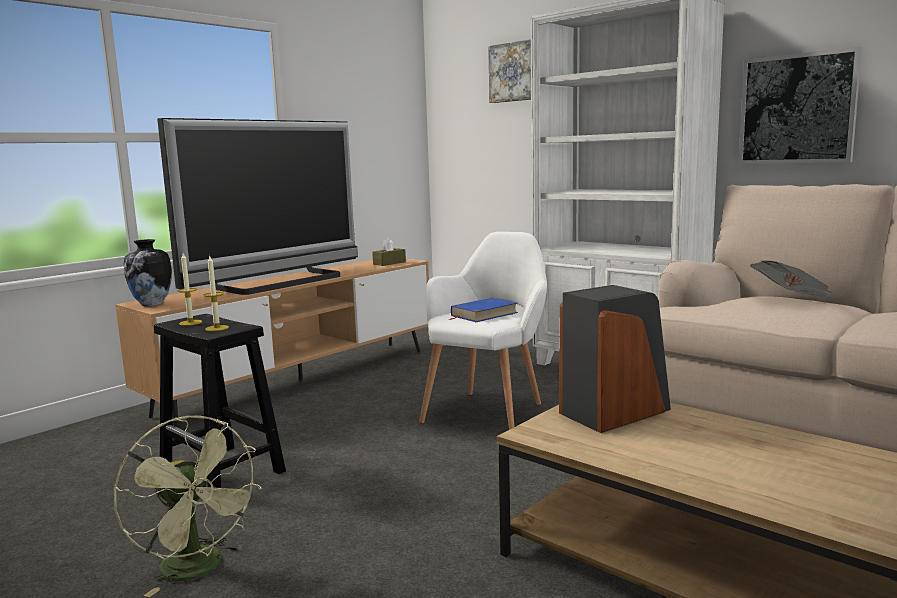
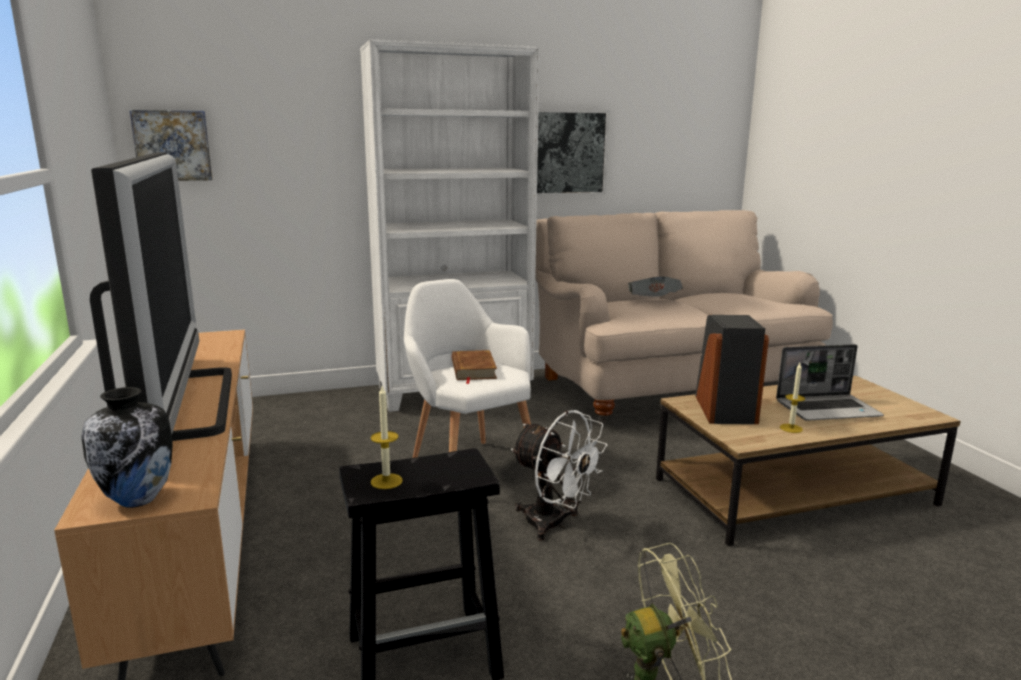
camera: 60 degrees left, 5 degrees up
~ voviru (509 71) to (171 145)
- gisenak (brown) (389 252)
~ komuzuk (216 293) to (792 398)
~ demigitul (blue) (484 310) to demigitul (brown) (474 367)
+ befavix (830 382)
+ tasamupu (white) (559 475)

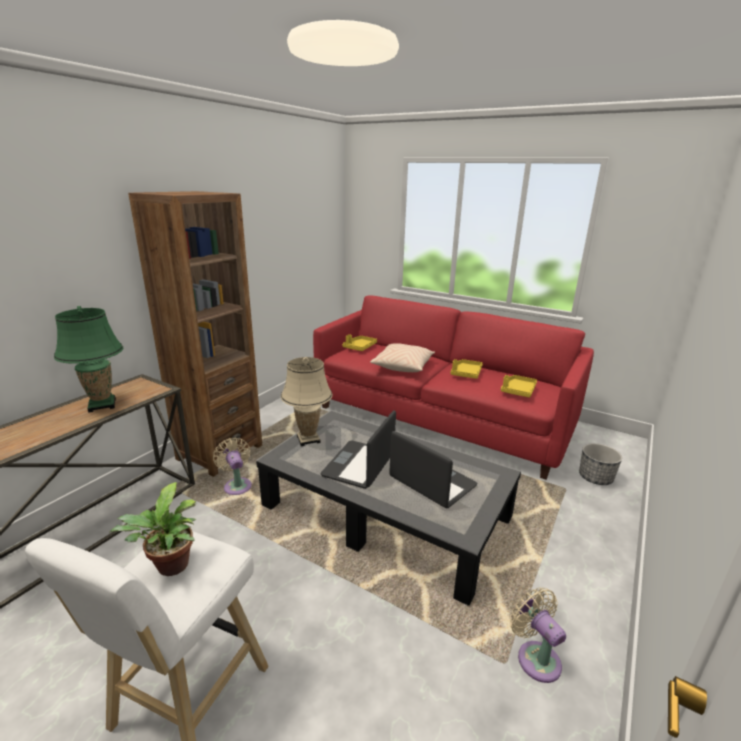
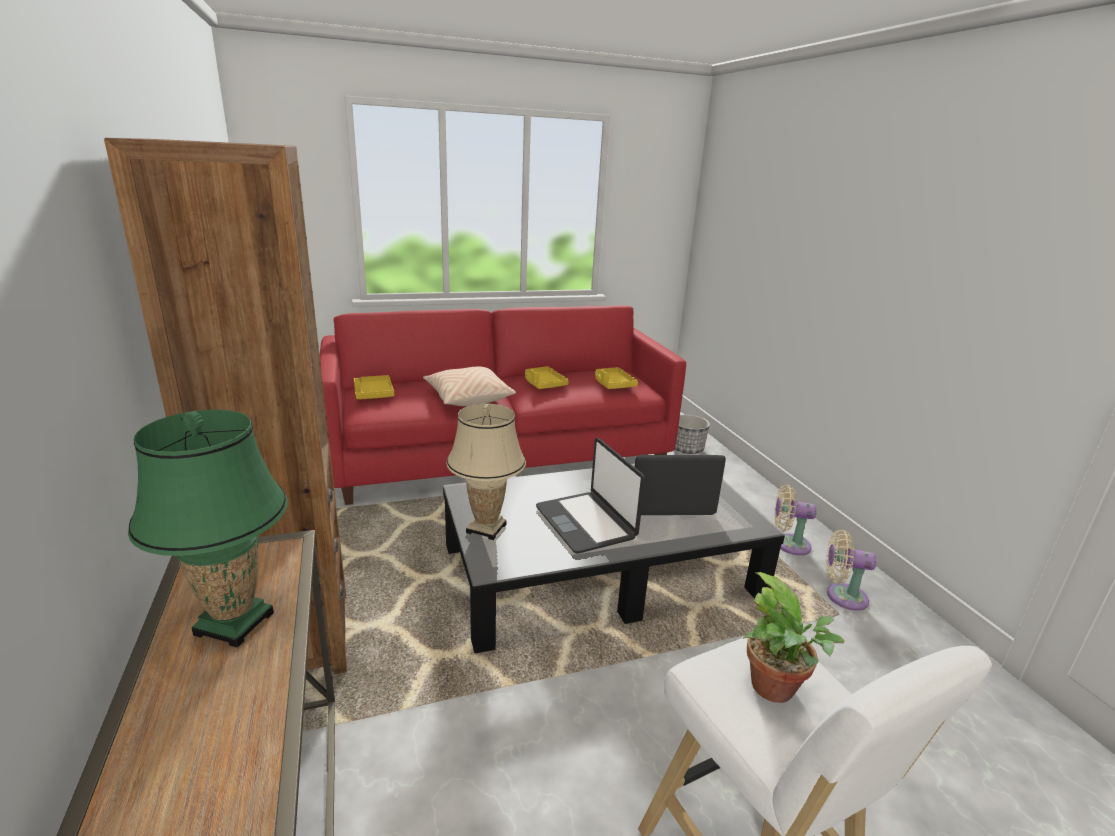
camera: 50 degrees left, 0 degrees up
~ tasamupu (beige) (232 466) to (795 520)

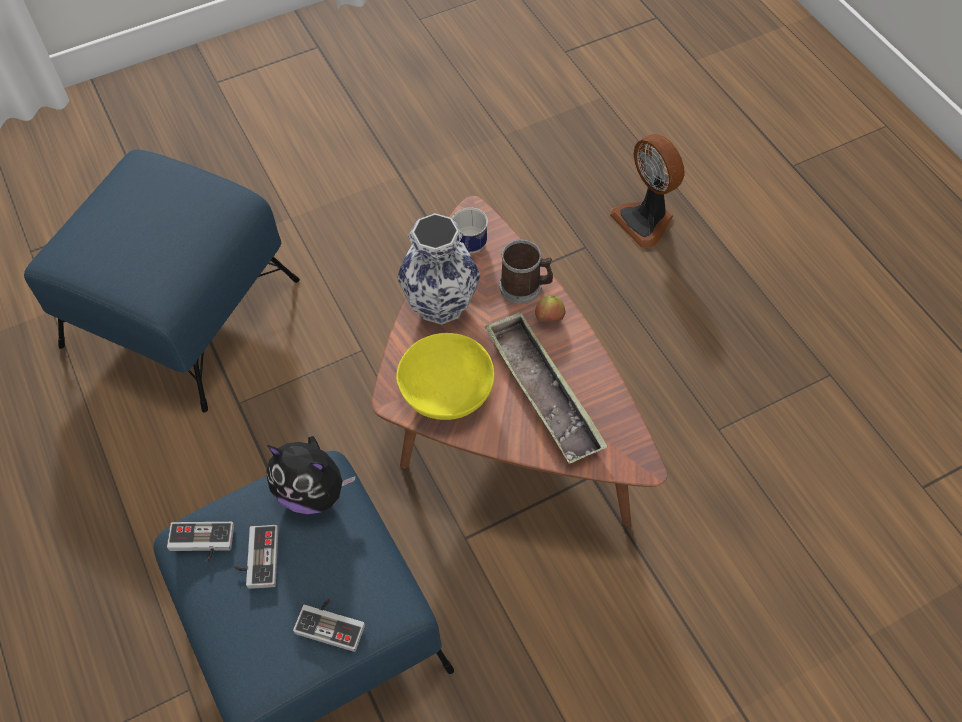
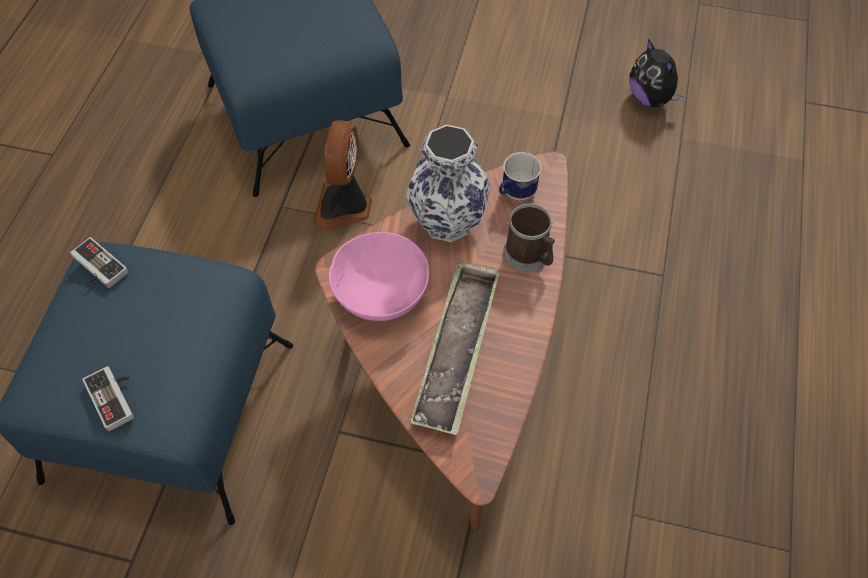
camera: 40 degrees right, 0 degrees up
~ tasamupu (647 191) to (343 175)
- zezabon (550 309)
~ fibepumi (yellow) (445 376) to fibepumi (pink) (378 276)
~ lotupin (310 475) to (656 72)
- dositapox (256 557)

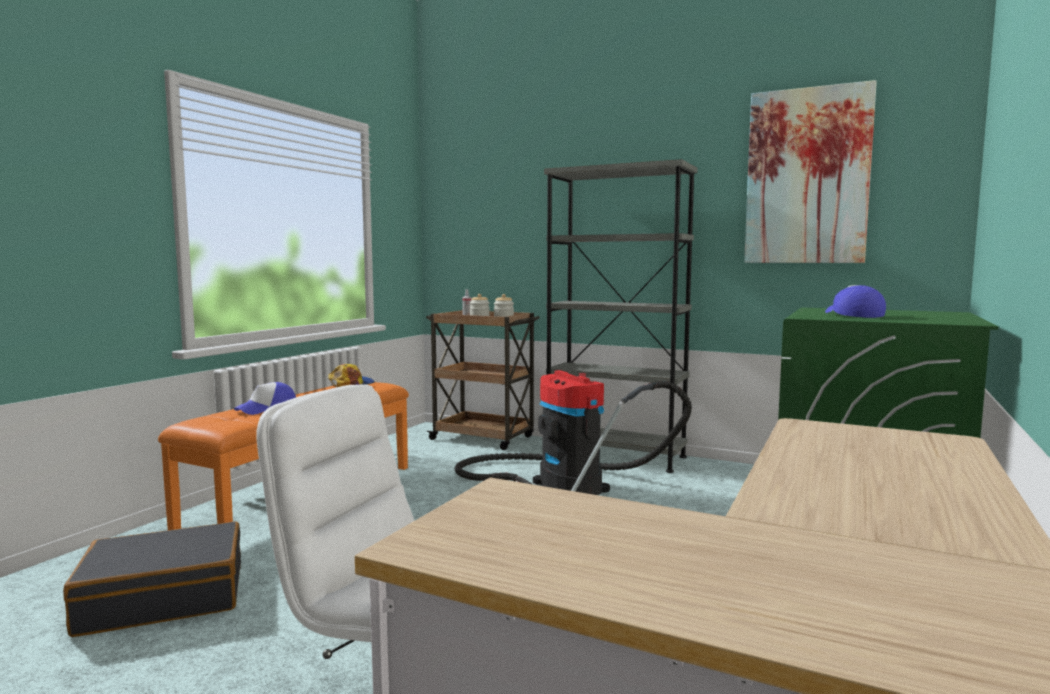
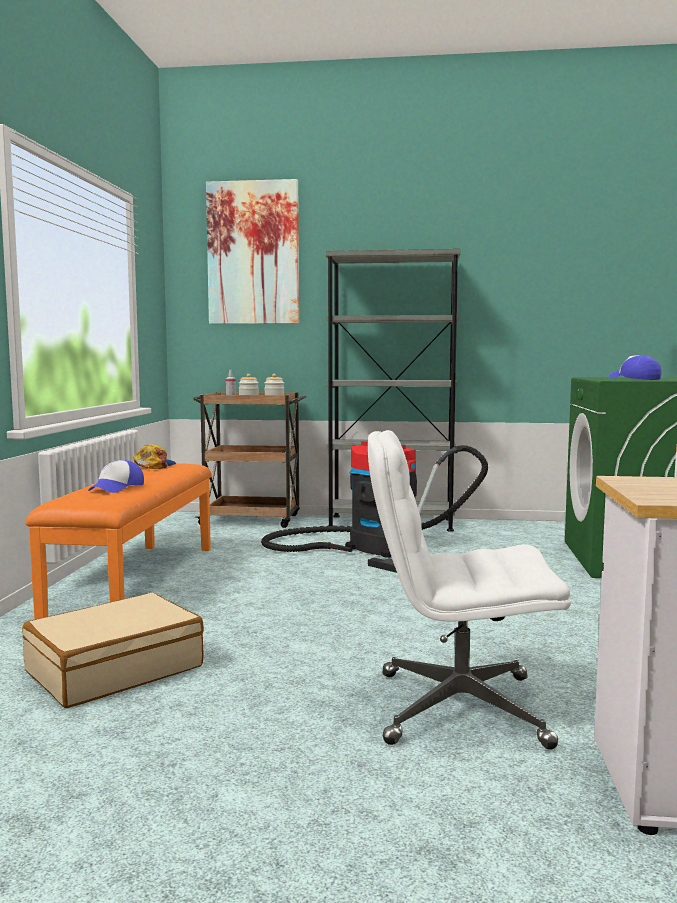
camera: 20 degrees left, 0 degrees up
~ voviru (810 171) to (252 251)
~ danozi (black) (152 579) to danozi (beige) (113 650)

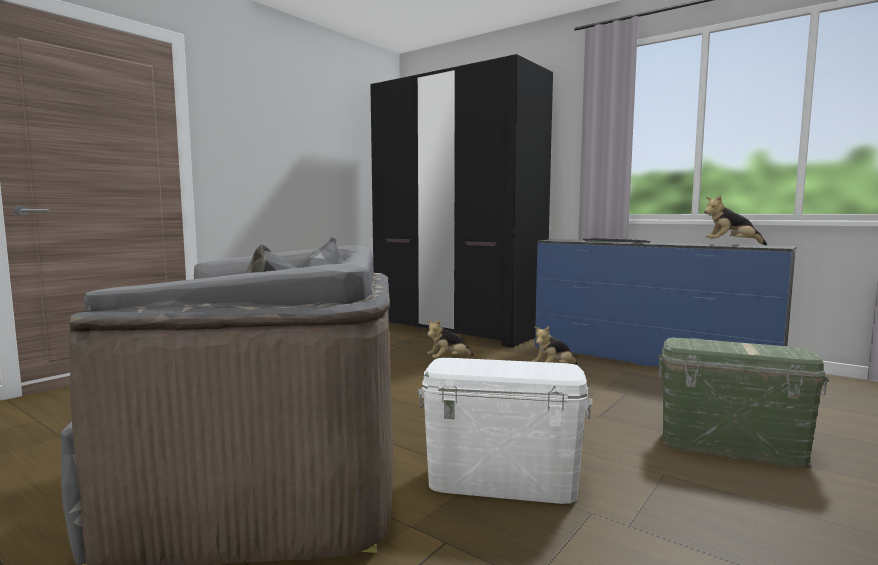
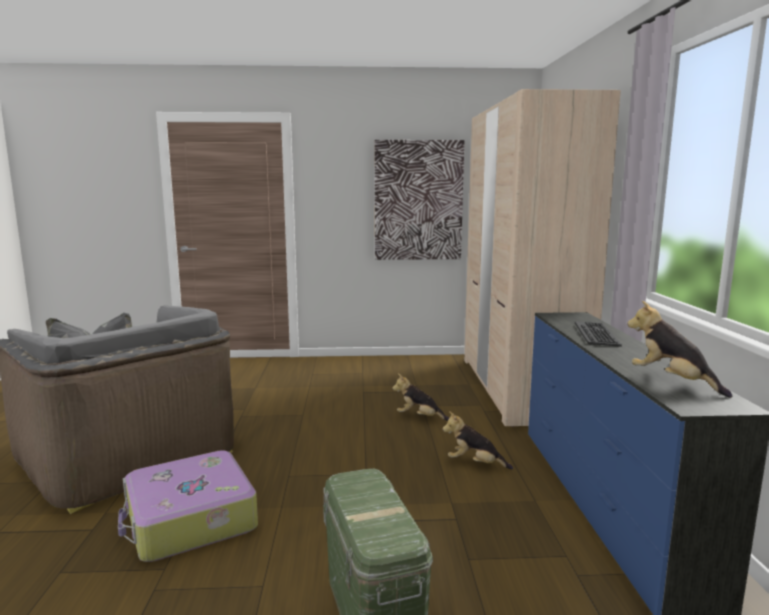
camera: 50 degrees right, 5 degrees up
~ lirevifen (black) (461 200) to lirevifen (beige) (542 258)
~ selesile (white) (505 431) to danozi (188 506)
+ voviru (419 200)

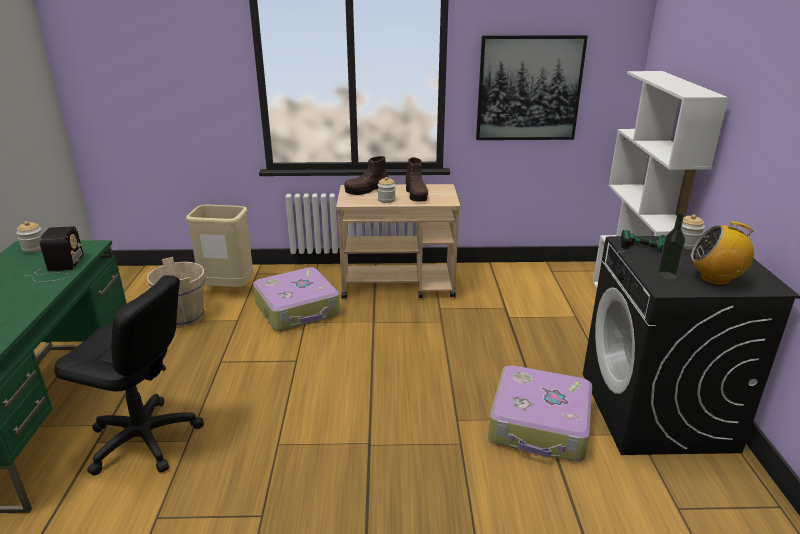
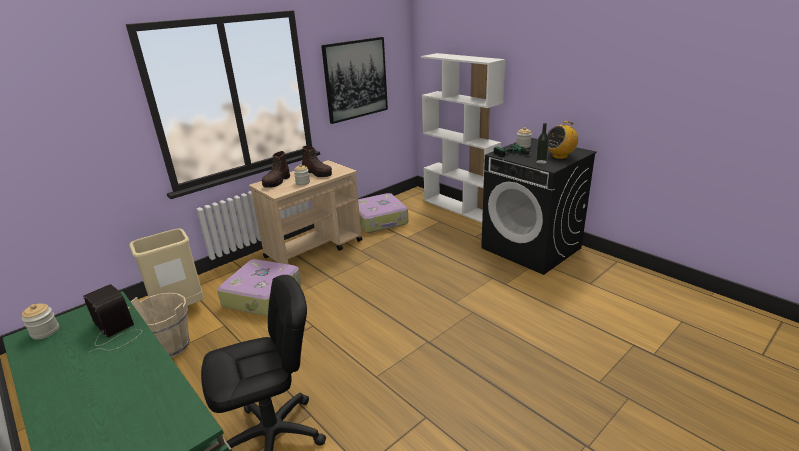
camera: 40 degrees left, 0 degrees up
~ danozi (540 413) to (383 213)

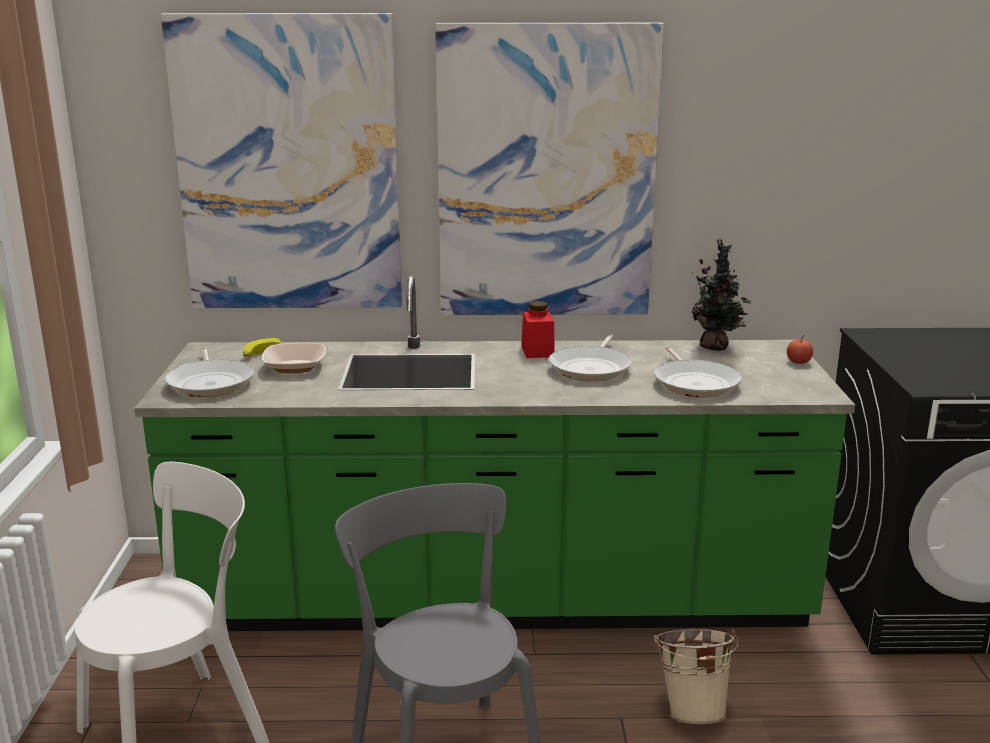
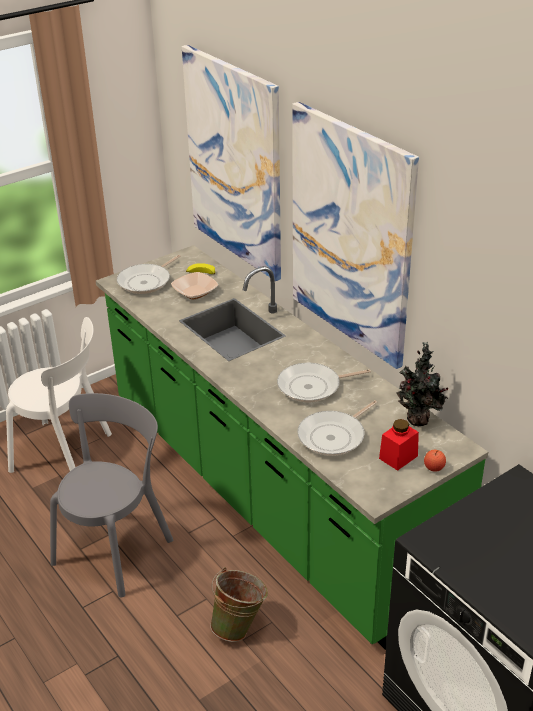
camera: 55 degrees right, 15 degrees up
~ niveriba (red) (538 329) to (399 445)
~ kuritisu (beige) (696 676) to kuritisu (green) (239 604)

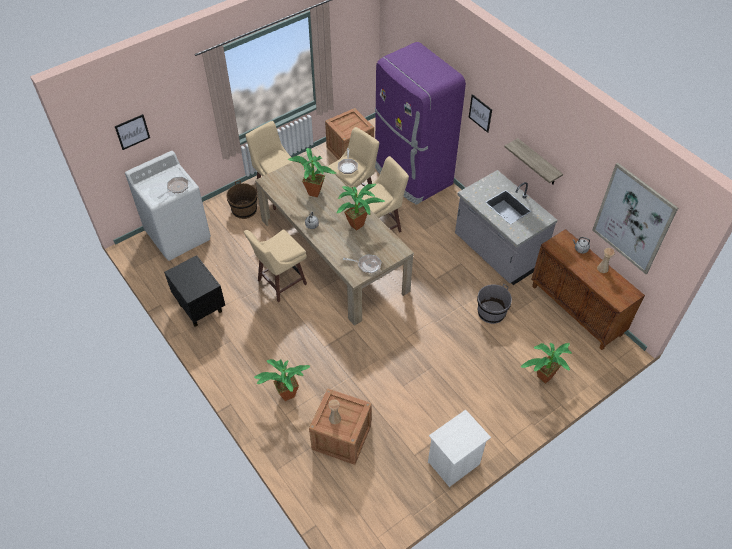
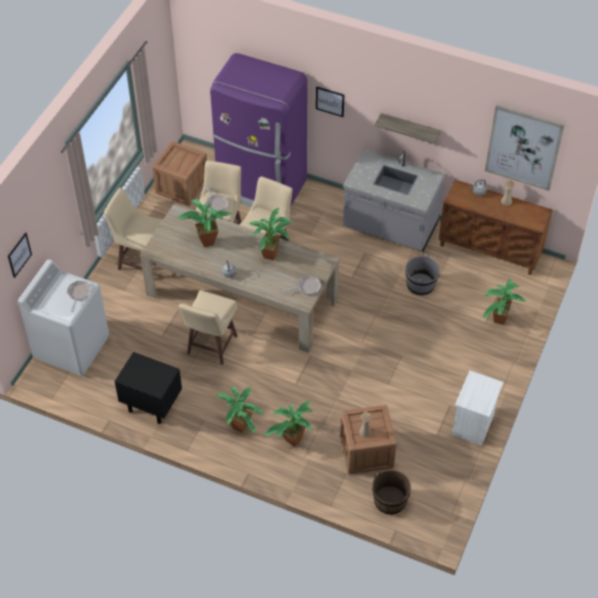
camera: 30 degrees left, 0 degrees up
~ kuritisu (brown) (241 199) to (391 492)
+ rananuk (240 410)

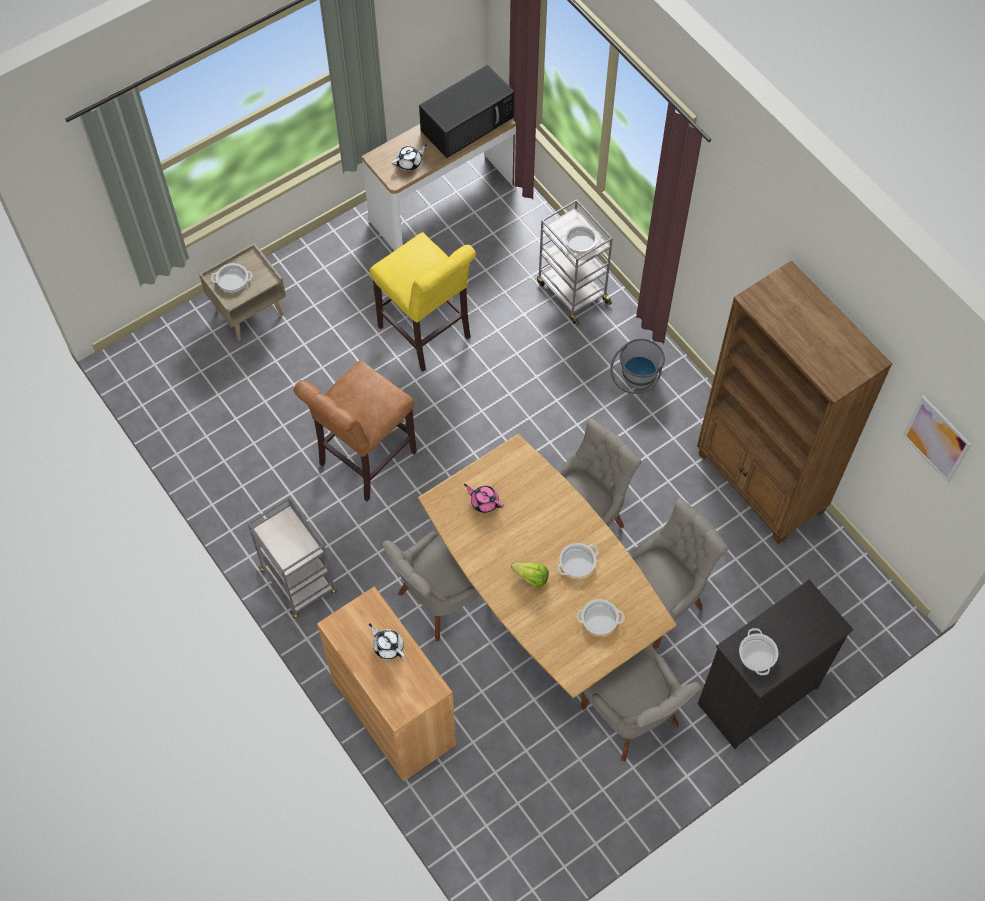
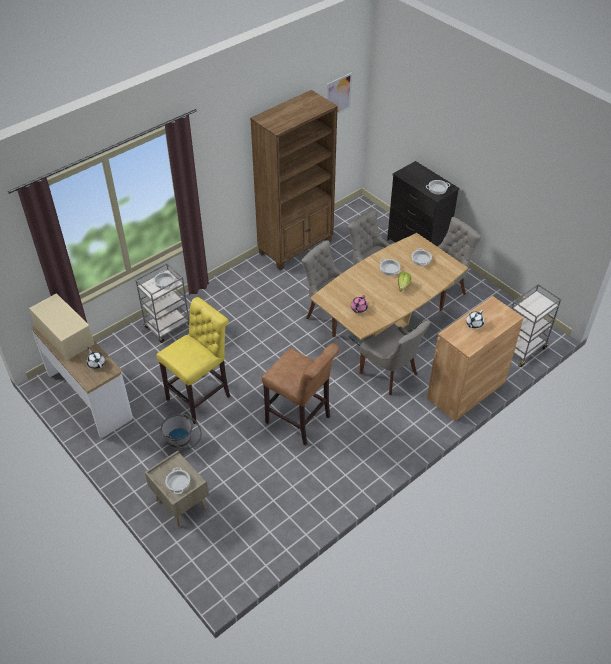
camera: 95 degrees left, 15 degrees down
~ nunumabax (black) (466 111) to nunumabax (beige) (61 326)
~ kuritisu (grey) (637 366) to (181 432)
~ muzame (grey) (292 558) to (536 325)

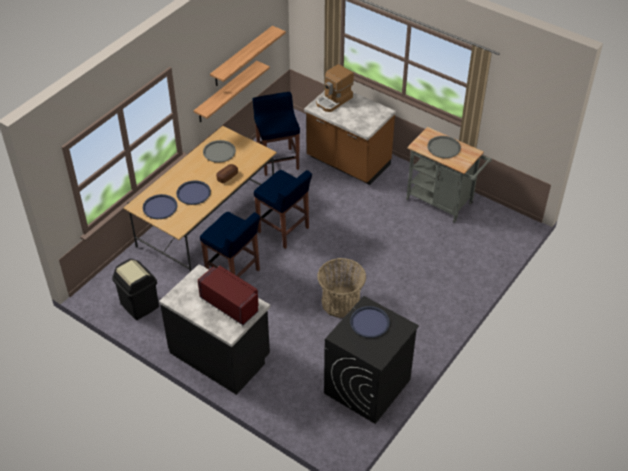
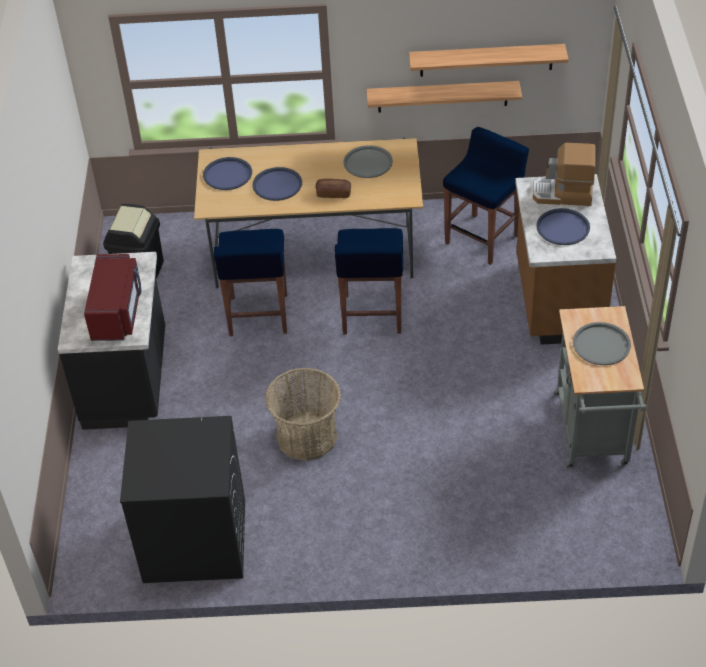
camera: 55 degrees right, 0 degrees up
~ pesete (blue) (370 322) to (563 226)

